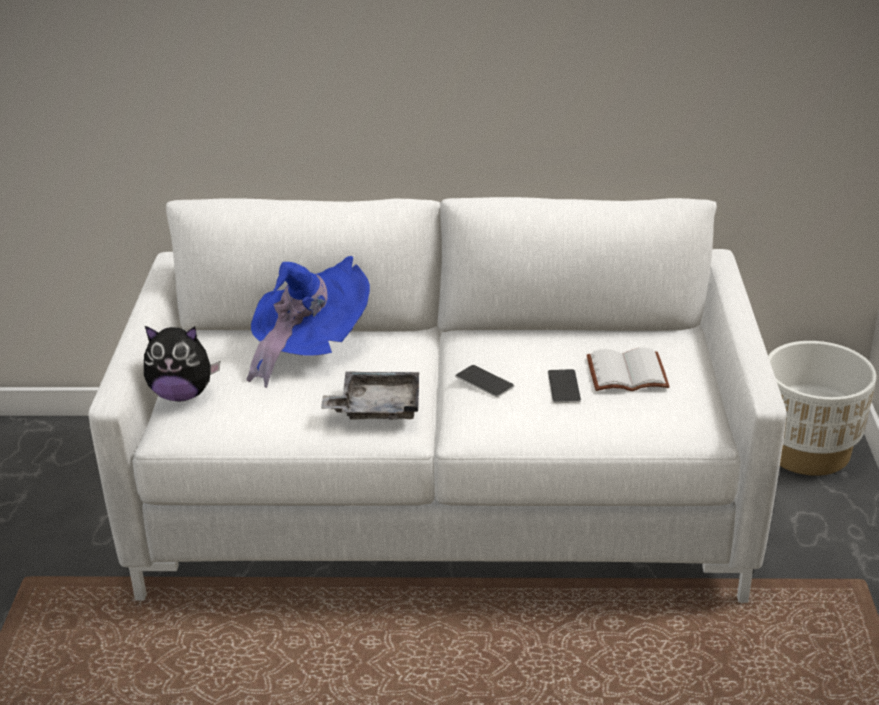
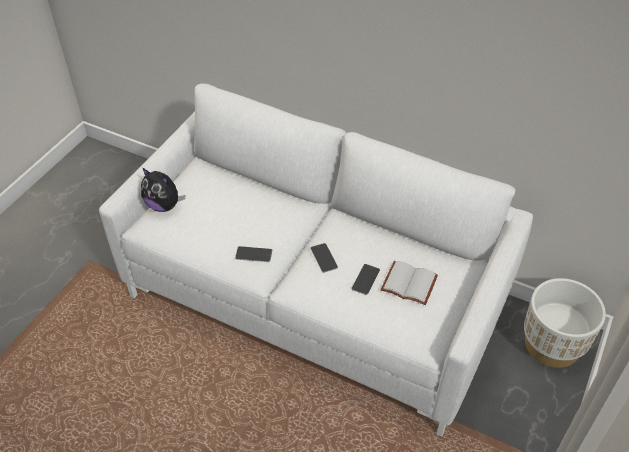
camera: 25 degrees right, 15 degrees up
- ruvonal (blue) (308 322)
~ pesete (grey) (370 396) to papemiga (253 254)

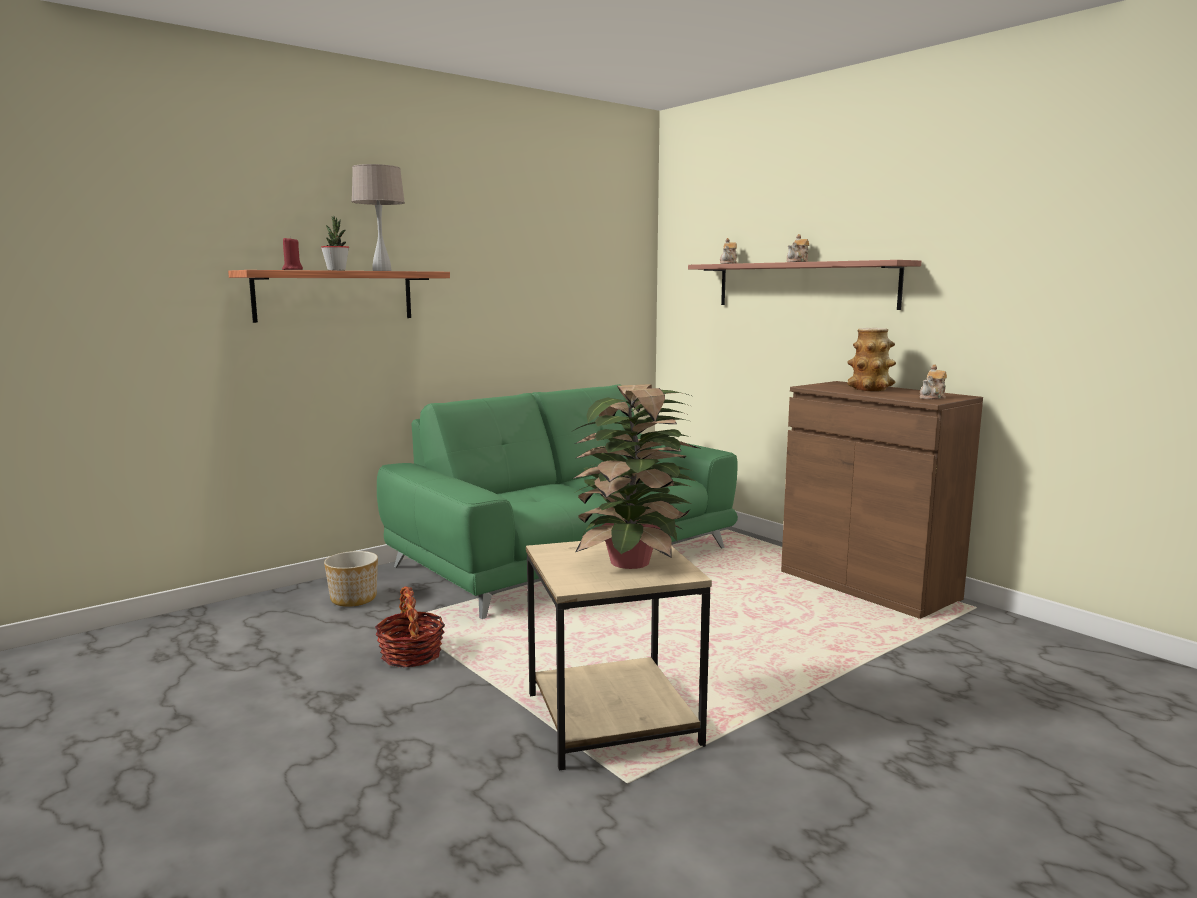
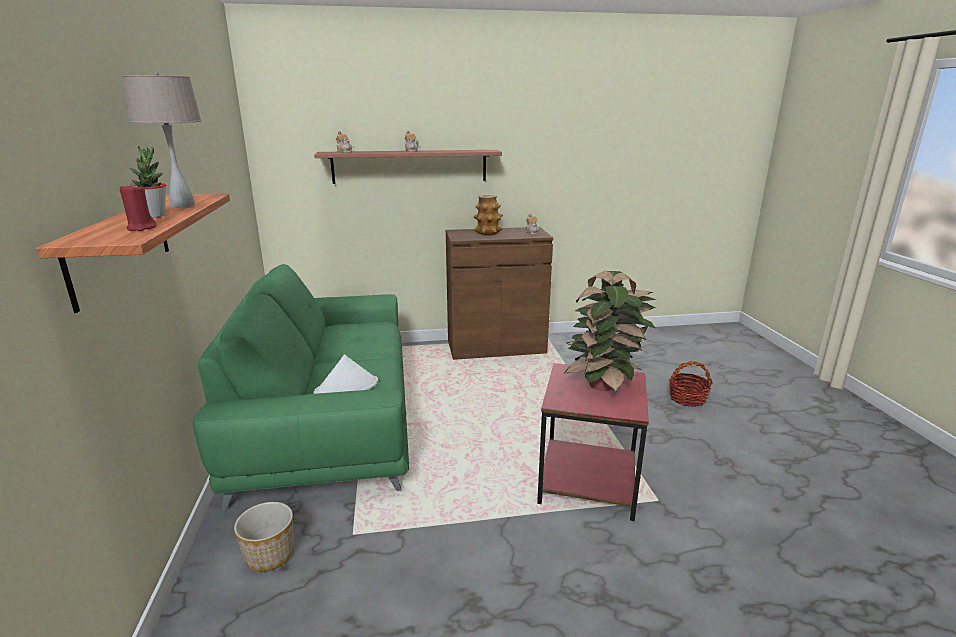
camera: 60 degrees left, 10 degrees up
~ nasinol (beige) (619 656) to nasinol (red) (593 442)
~ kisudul (410 627) to (691 384)
+ ruvonal (white) (345 374)

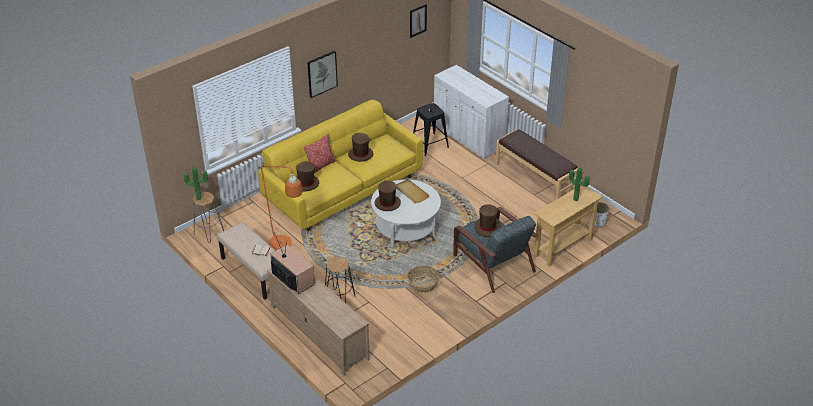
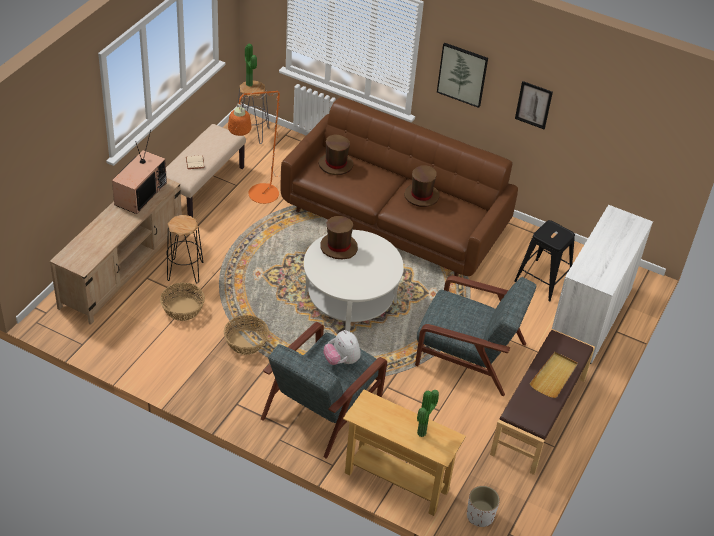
camera: 65 degrees right, 5 degrees up
~ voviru (418 21) to (534 105)
~ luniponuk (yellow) (340 165) to luniponuk (brown) (399 186)
- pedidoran (320 154)
~ pesete (beige) (413 191) to (554 375)
~ ruvonal (brown) (487 220) to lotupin (342 347)
+ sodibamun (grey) (475 336)
+ kisudul (182 302)

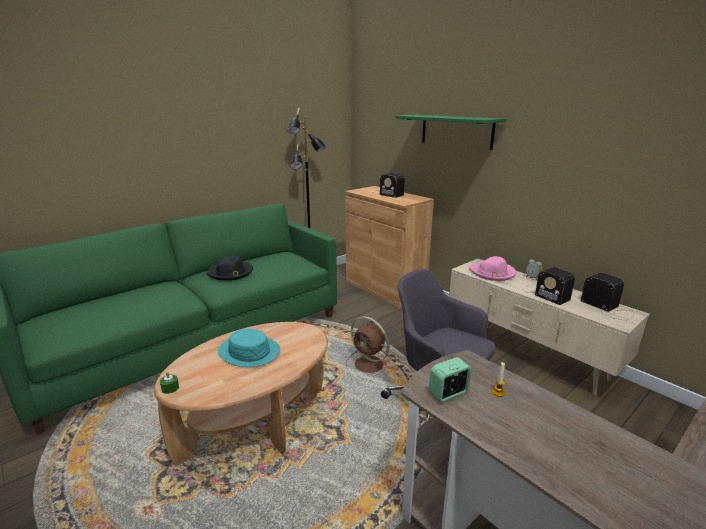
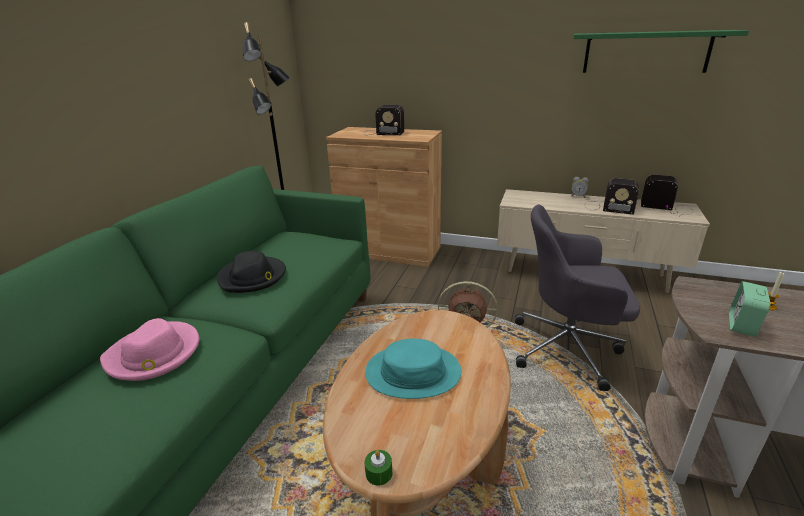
camera: 30 degrees left, 5 degrees up
~ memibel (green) (451 132) to (661 51)
~ ruvonal (pink) (492 268) to (149 349)

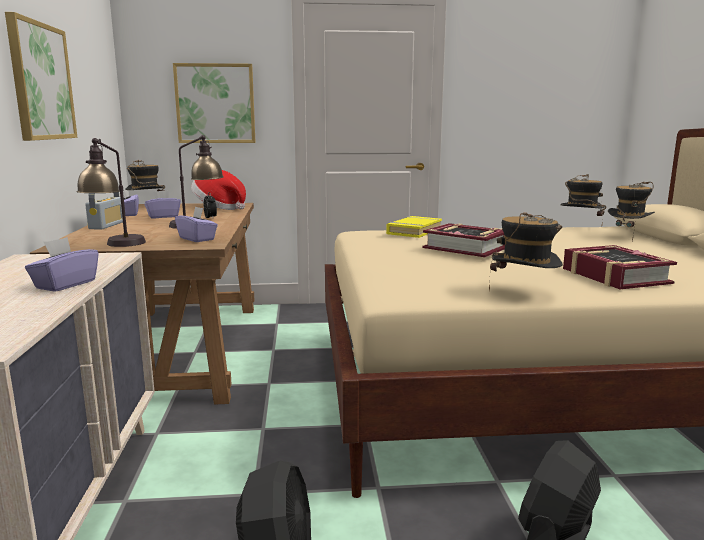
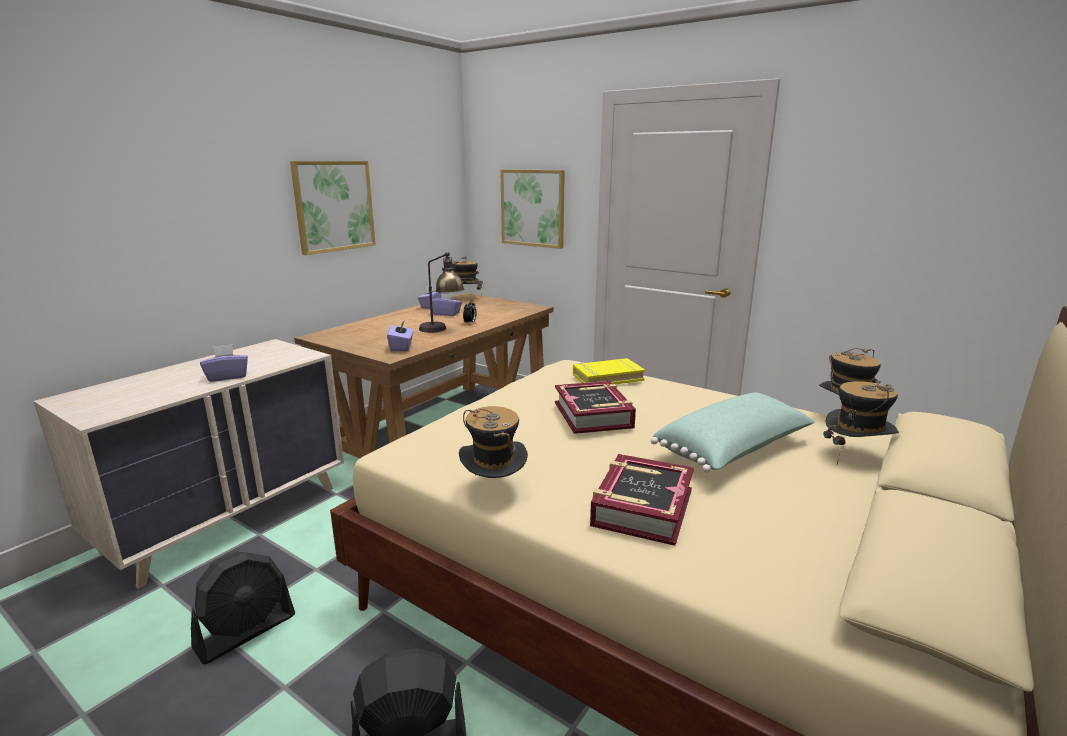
camera: 40 degrees right, 5 degrees up
- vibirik (111 192)
- ruvonal (218 190)
- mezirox (104 210)
+ pedidoran (green) (733 433)

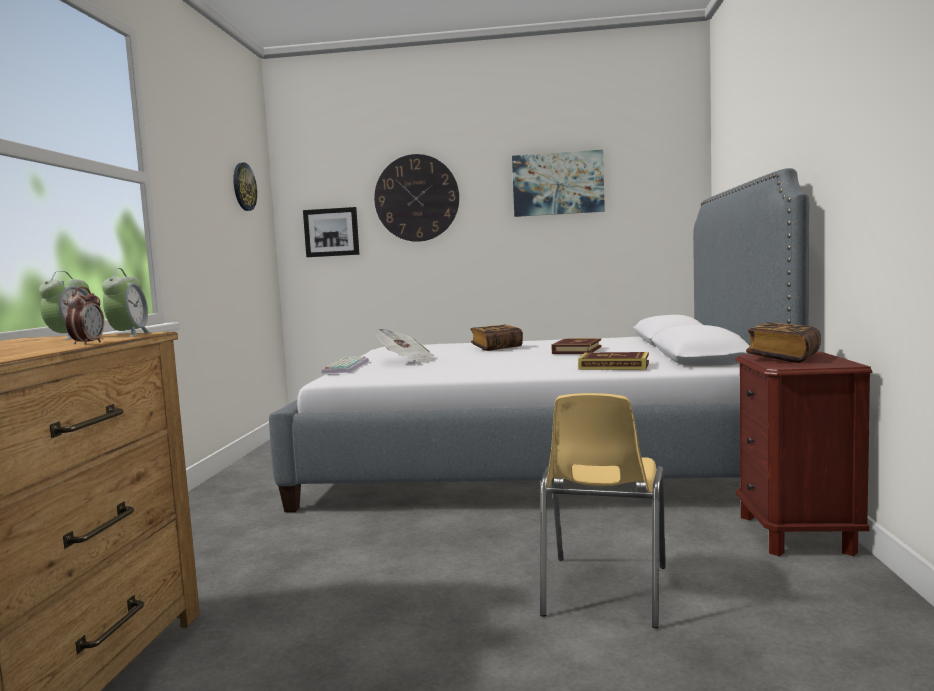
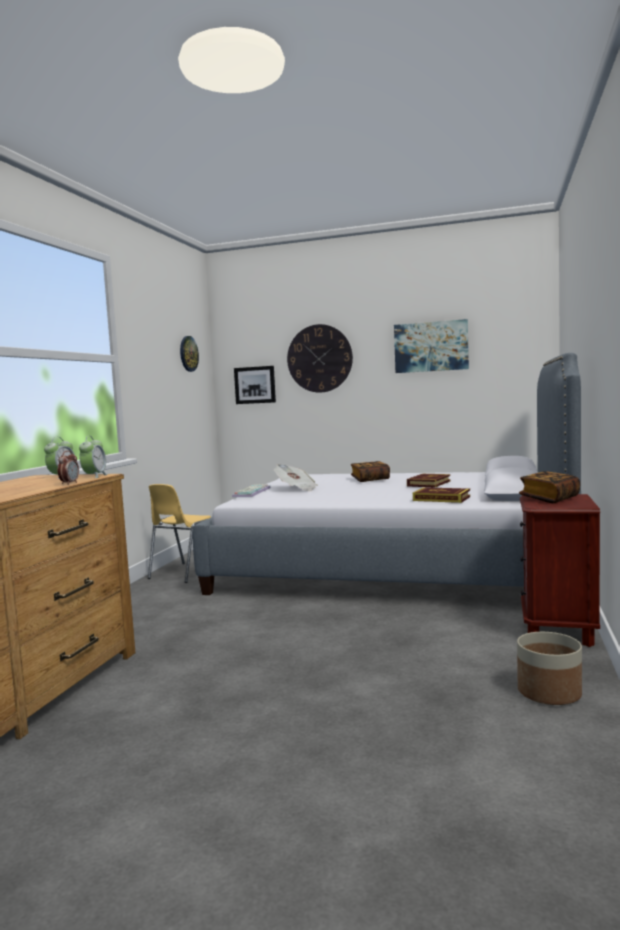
camera: 10 degrees right, 0 degrees up
~ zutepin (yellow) (603 510) to (179 533)
+ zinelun (549 668)

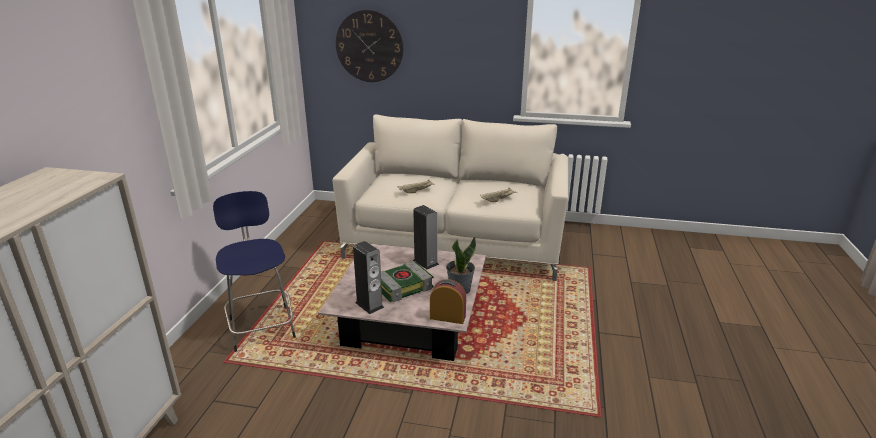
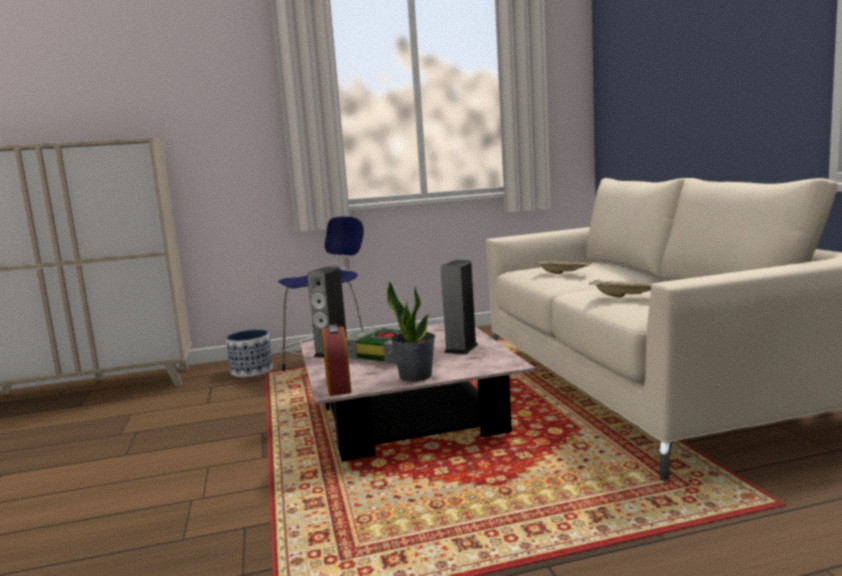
camera: 65 degrees right, 15 degrees down
- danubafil (369 46)
+ zinelun (249 353)

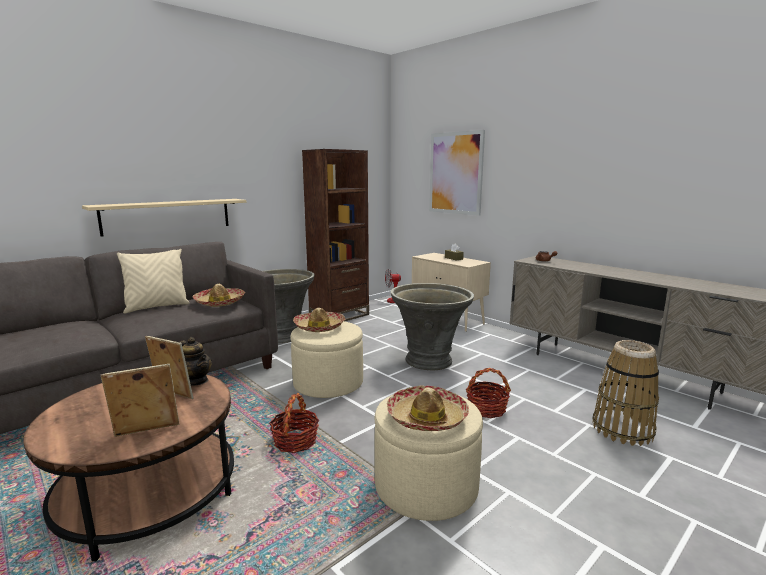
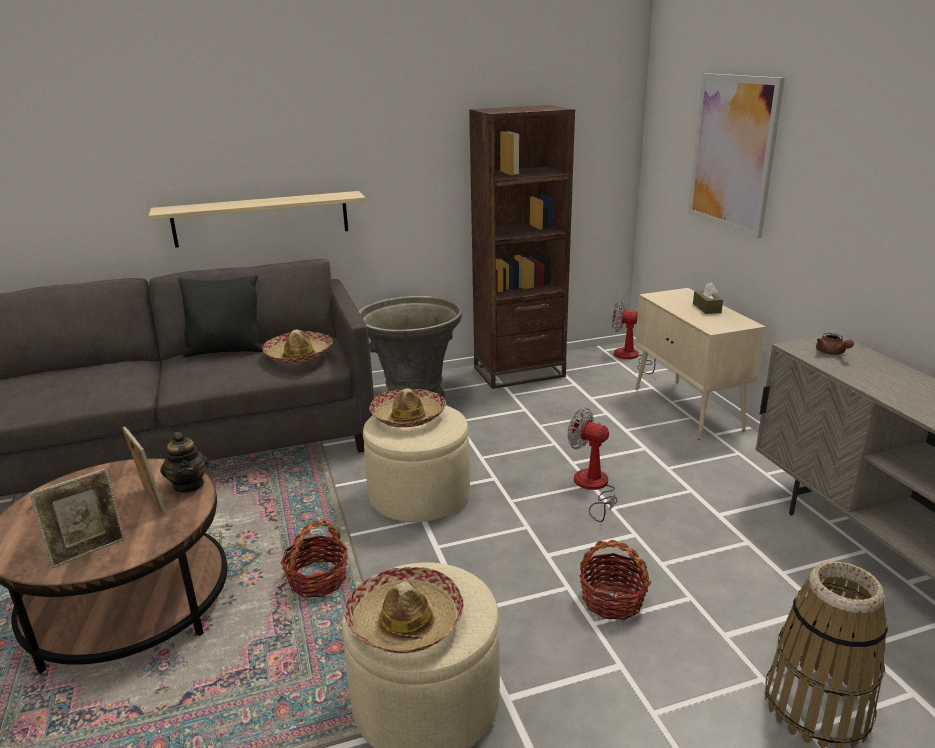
camera: 25 degrees right, 10 degrees up
~ pedidoran (beige) (153 281) to pedidoran (black) (220 316)
~ zinelun (grey) (432 326) to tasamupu (592 465)
~ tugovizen (140 400) = (77 518) 135 degrees clockwise

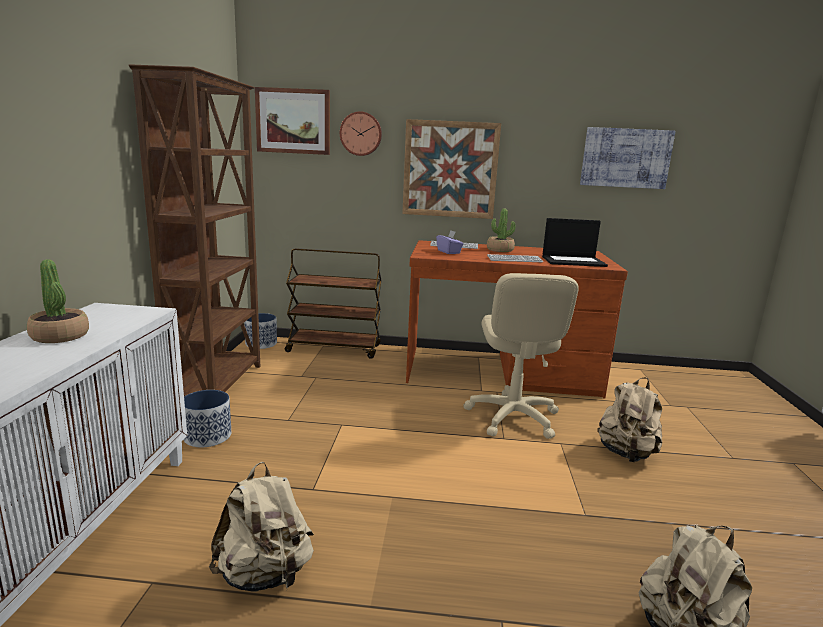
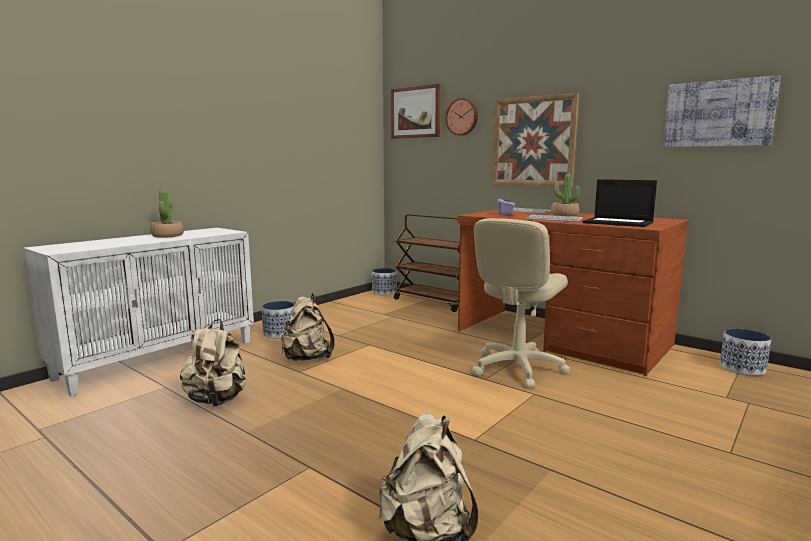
camera: 35 degrees right, 5 degrees down
- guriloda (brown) (194 230)
~ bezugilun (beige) (629 419) to (308 327)
+ zinelun (745 352)

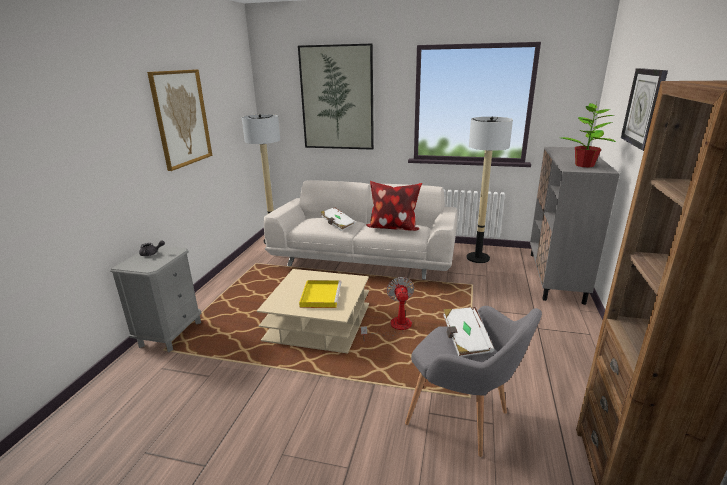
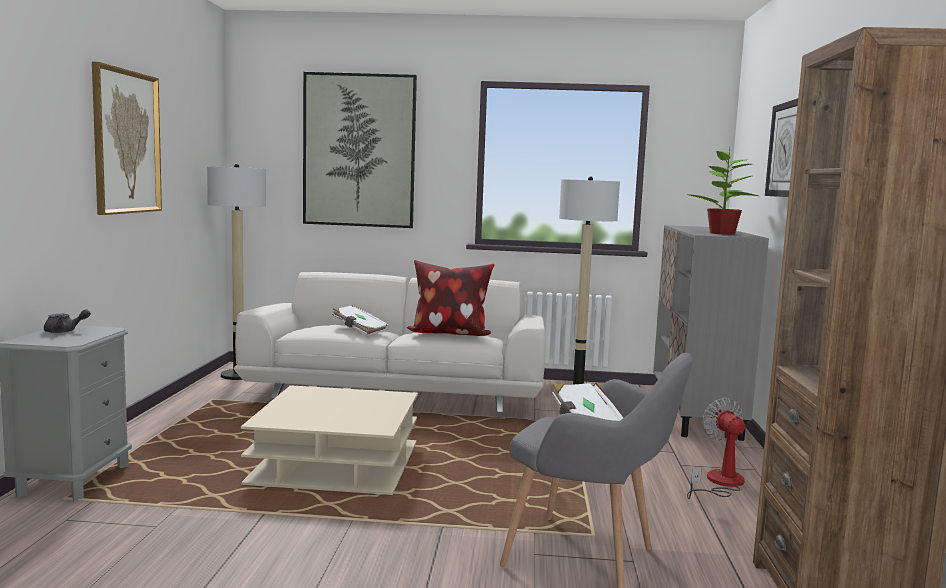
camera: 10 degrees left, 15 degrees down
~ tasamupu (387 309) to (716 448)
- pesete (yellow) (320 294)

